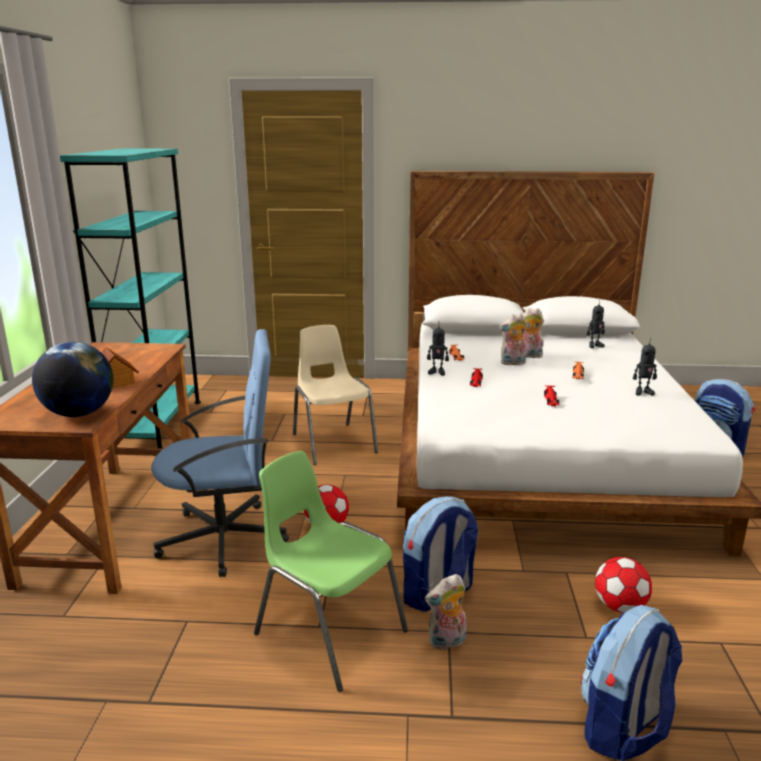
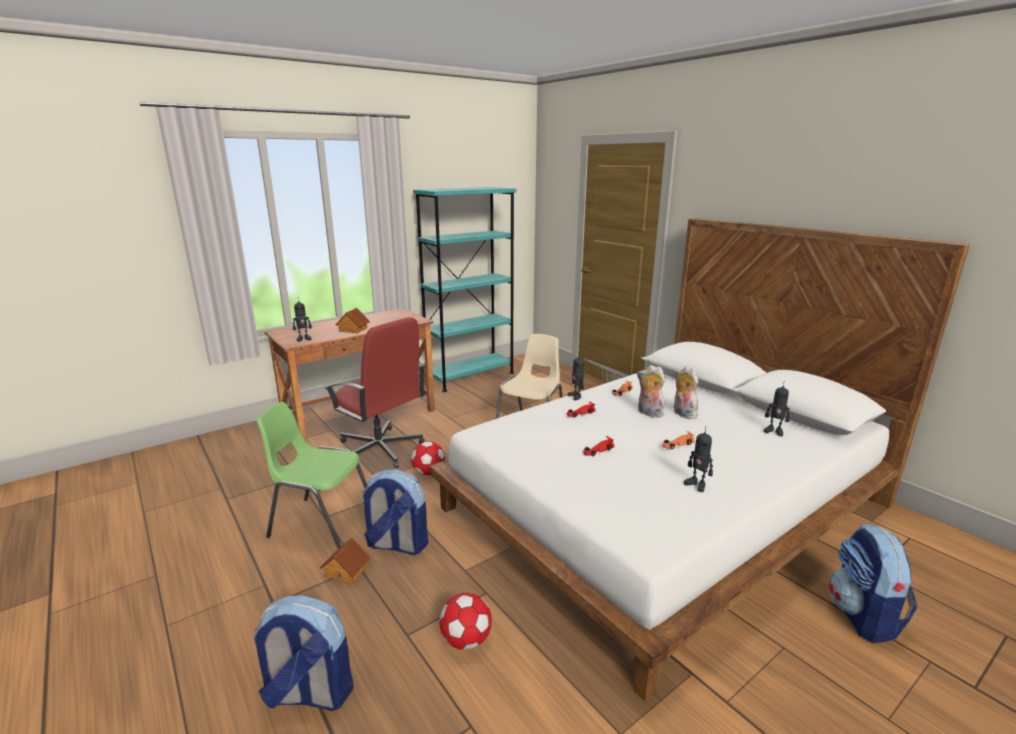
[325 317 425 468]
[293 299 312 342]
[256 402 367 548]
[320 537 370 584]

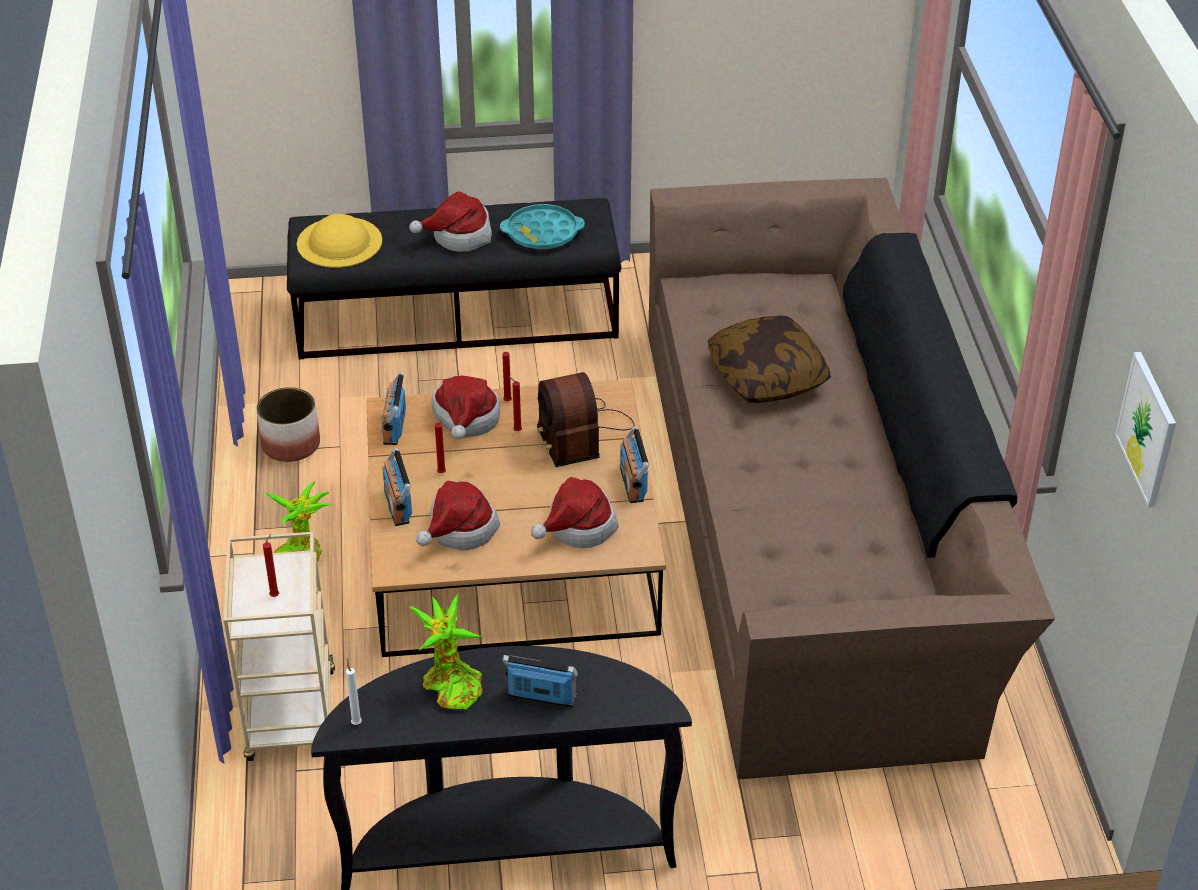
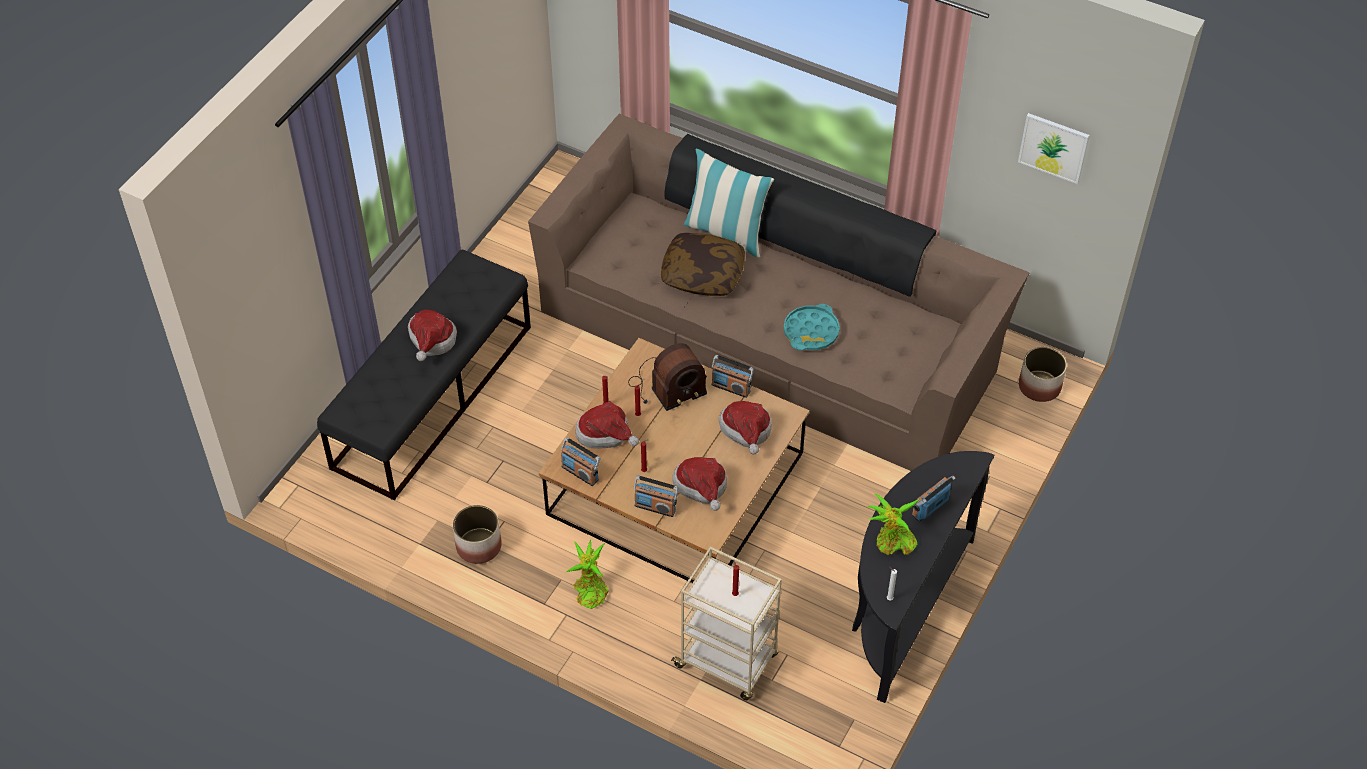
[783 304 840 350]
[297 214 382 268] (first image)
[628 343 707 411]
[683 149 774 258]
[1019 347 1067 402]

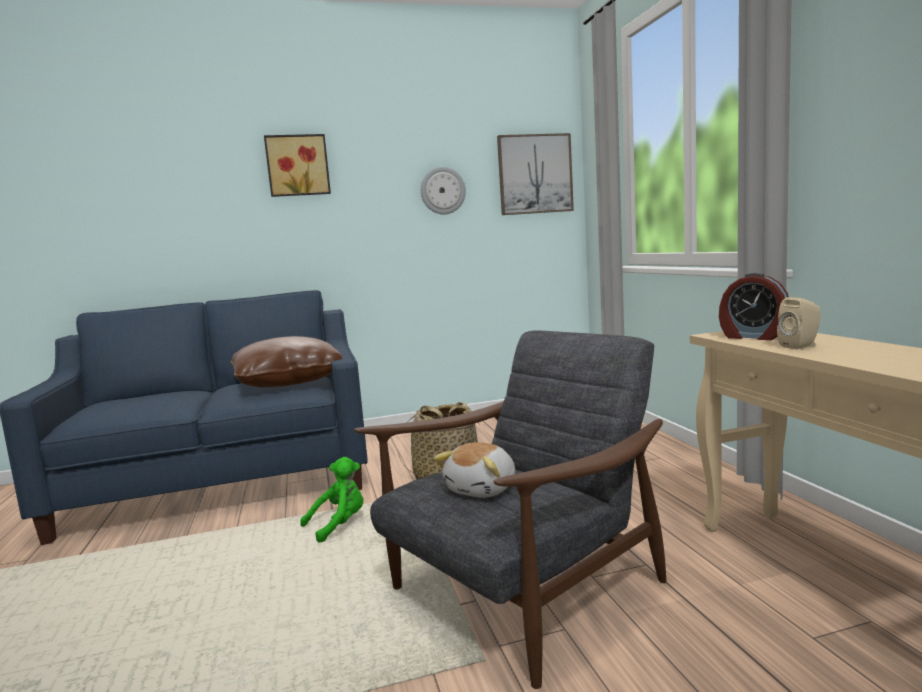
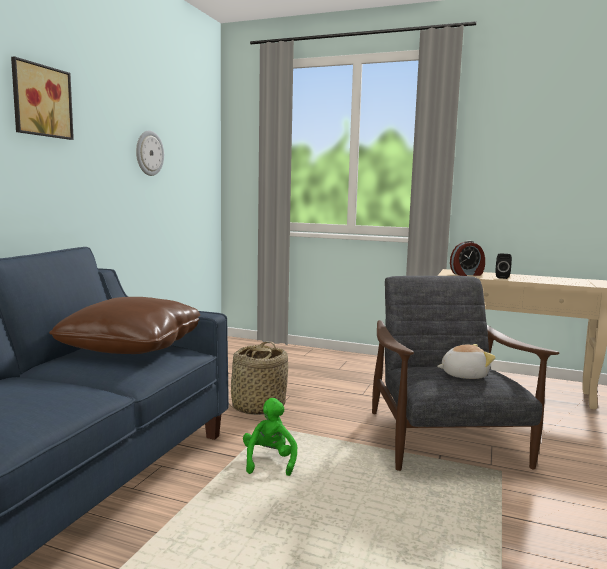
[497 133 574 215] (first image)
[496 253 512 279]
[437 344 496 379]

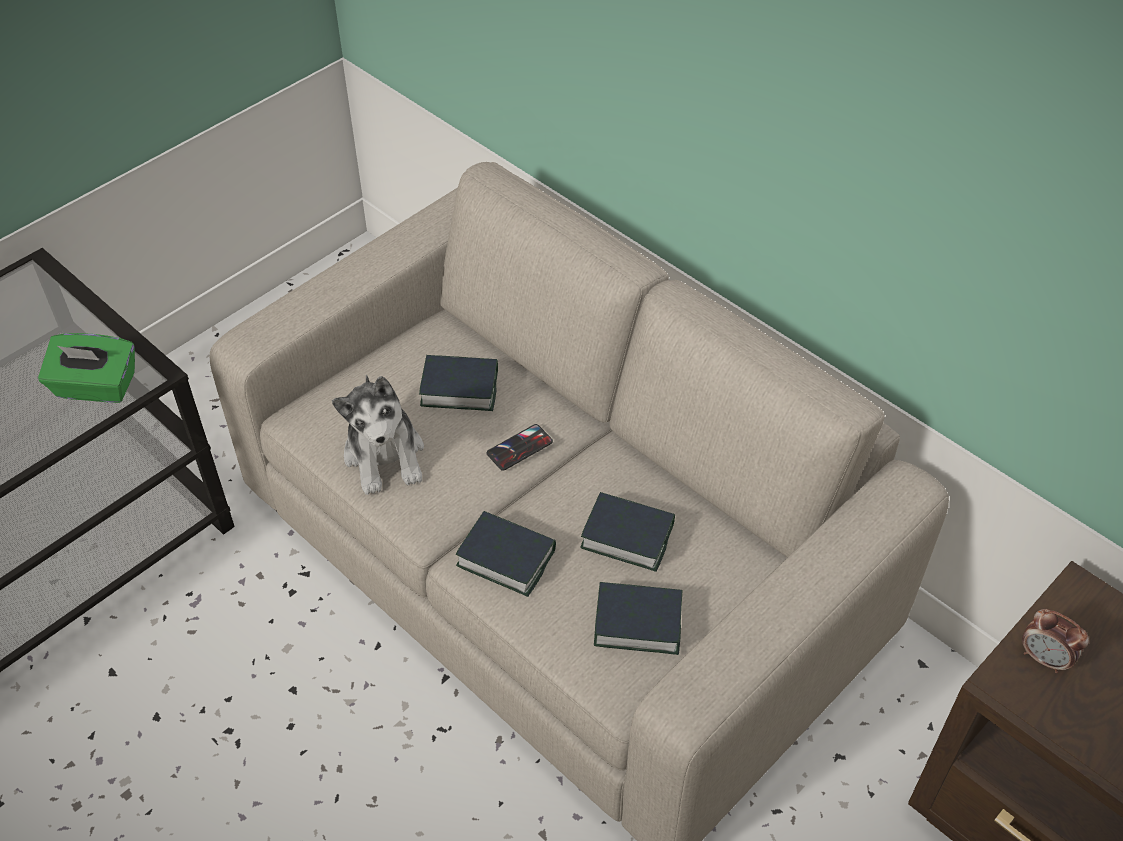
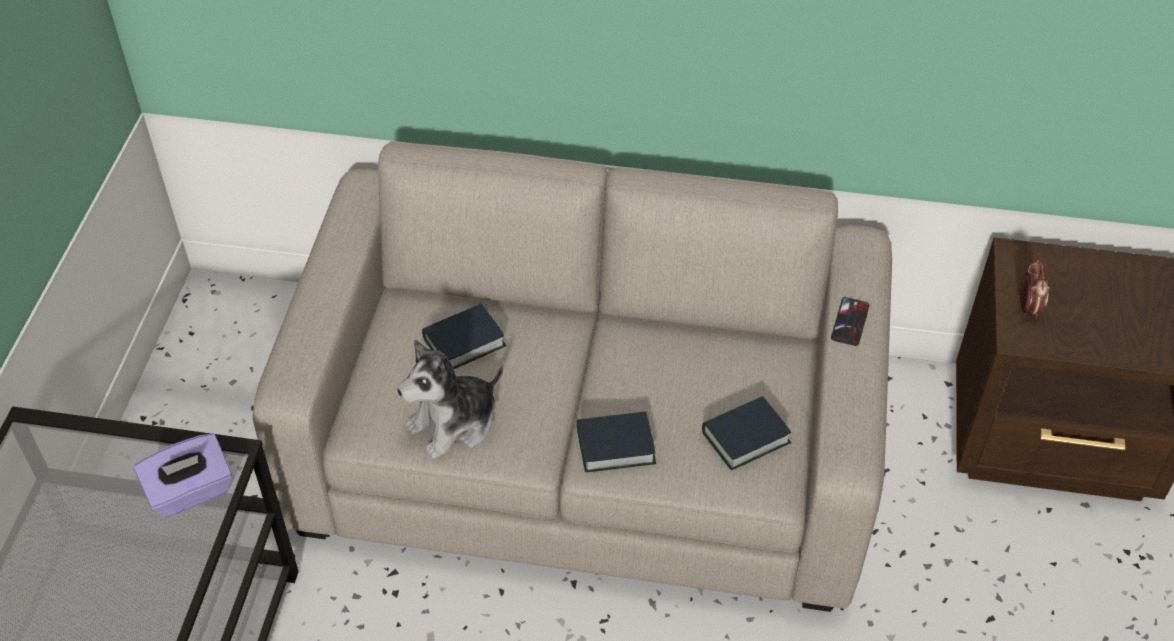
[134 433 232 518]
[397 340 503 459]
[831 297 869 346]
[580 492 675 572] (first image)
[1020 260 1050 319]

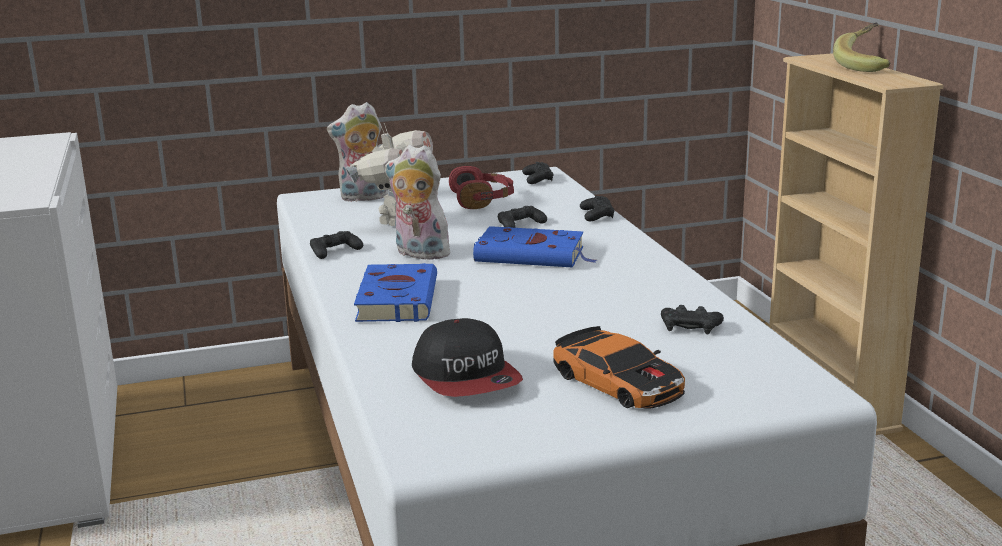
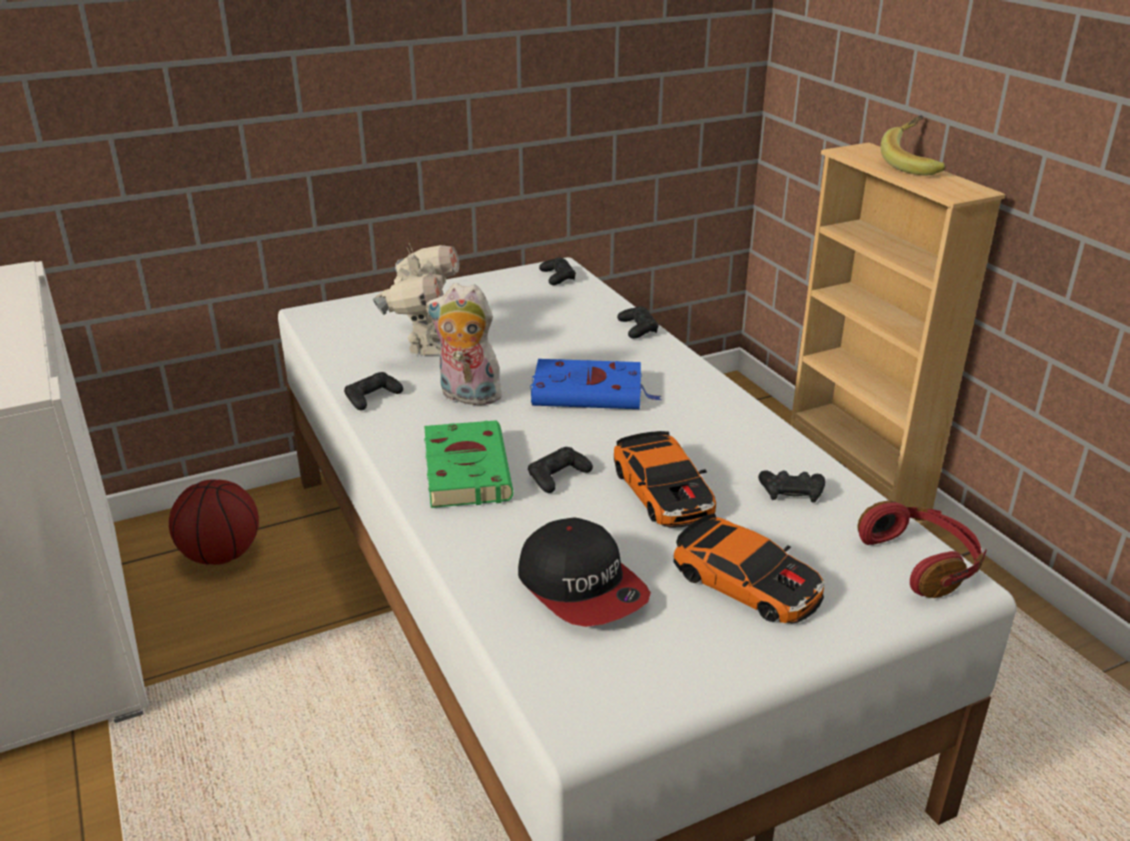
[327 102 389 202] (first image)
[857 501 987 598]
[528 447 593 493]
[424 420 513 508]
[614 431 716 528]
[169 479 259 565]

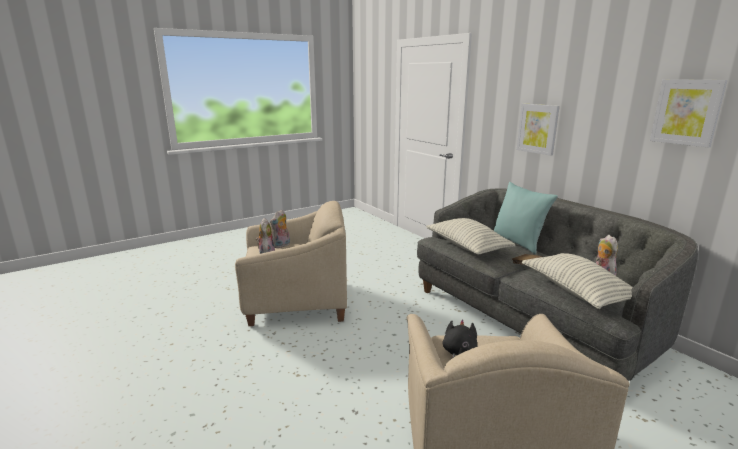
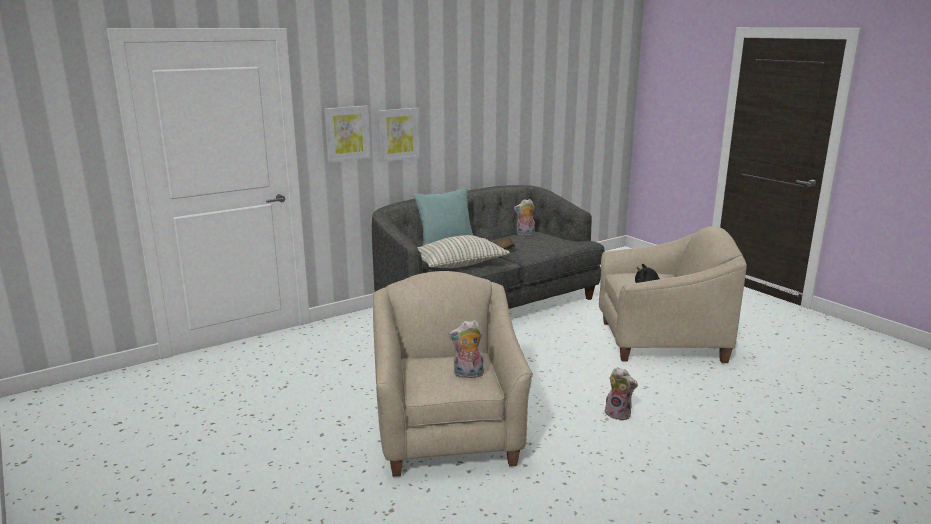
[324 106 371 163]
[603 367 638 421]
[522 253 633 309] (first image)

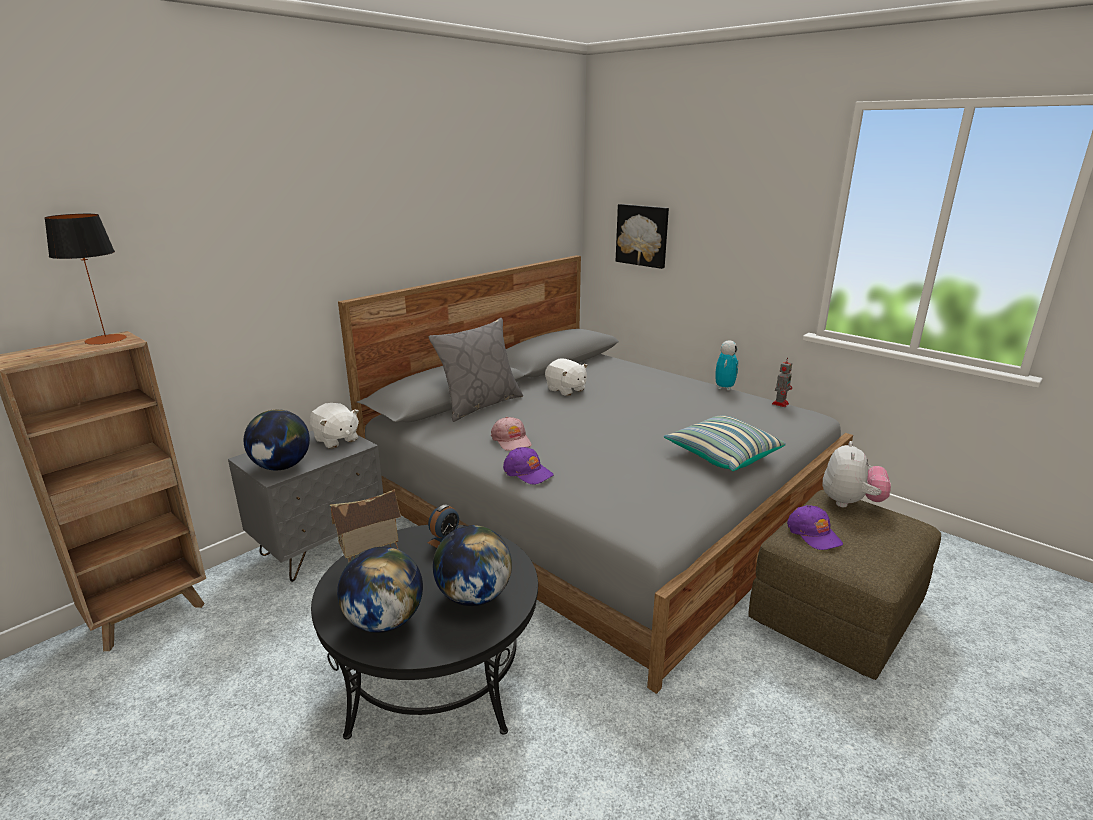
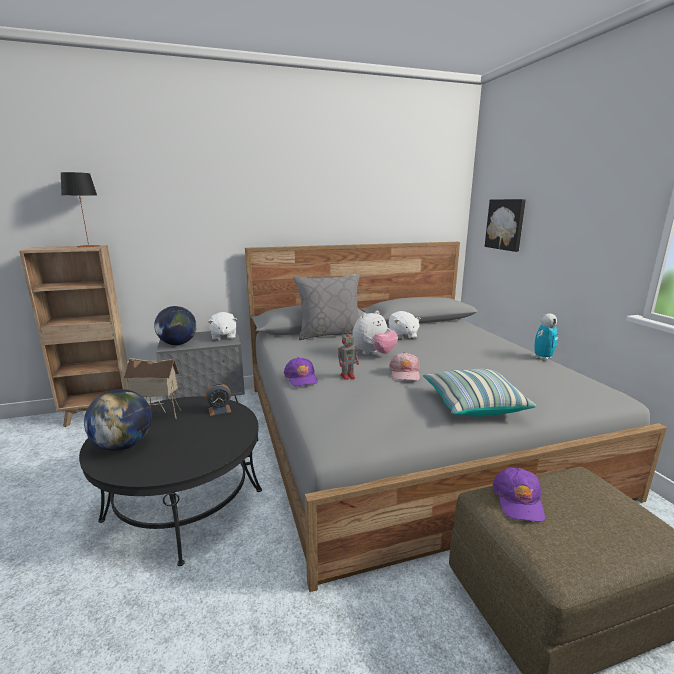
[338 330 359 380]
[389 352 420 381]
[352 310 398 355]
[433 525 512 606] (first image)

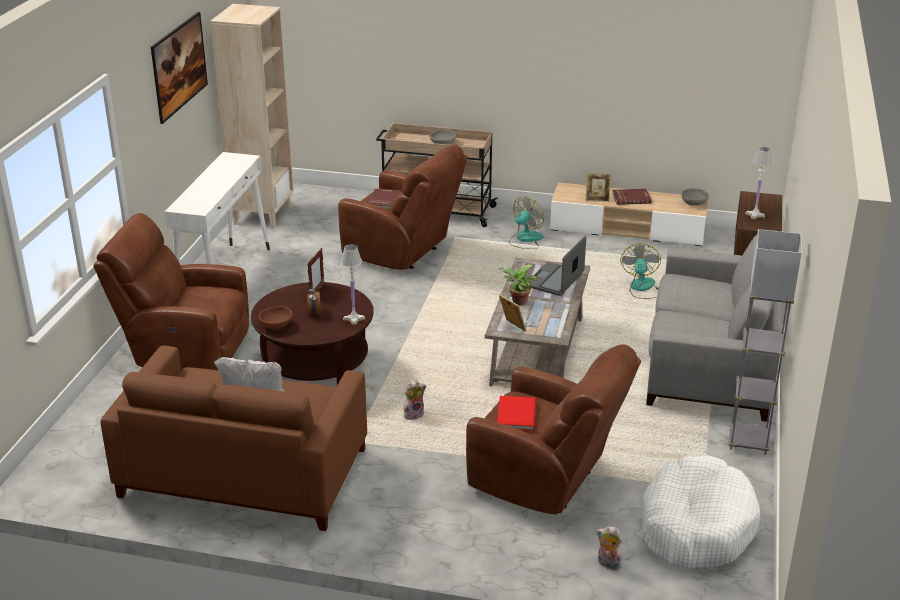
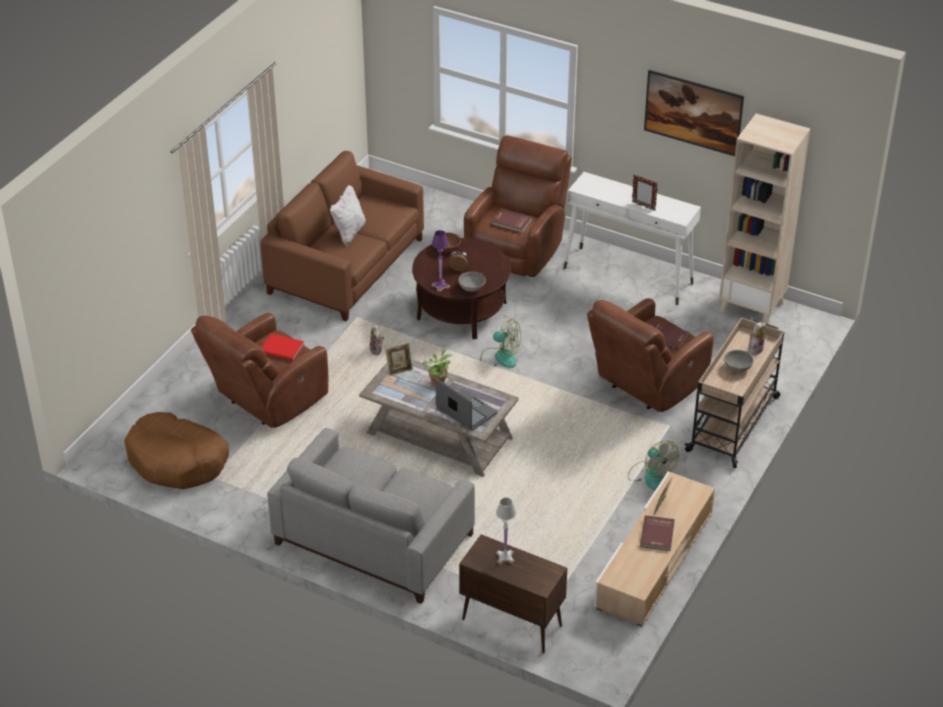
[458 272 486 292]
[729 229 802 455] (first image)
[480 319 521 368]
[432 230 450 292]
[632 175 658 211]
[124 412 229 489]
[749 322 766 355]
[492 208 533 233]

